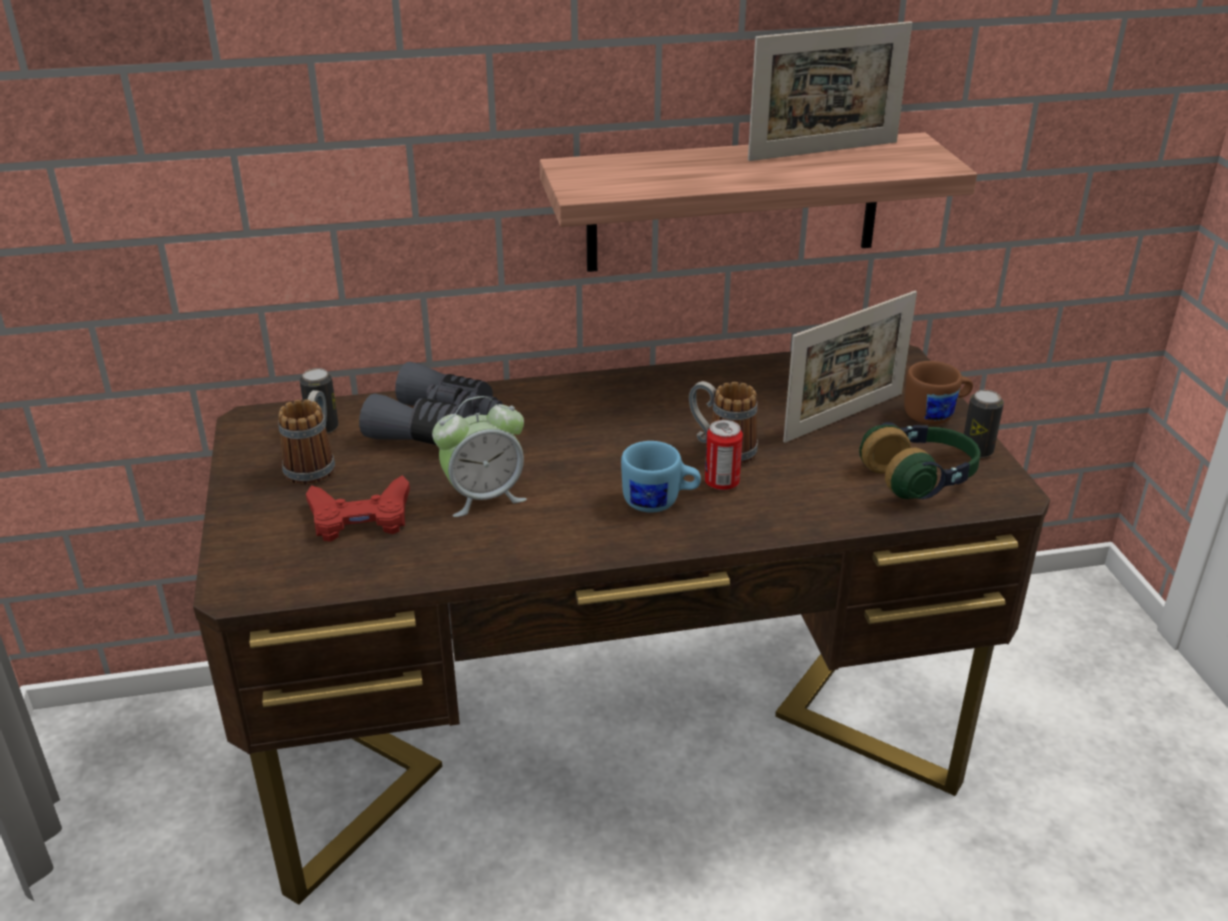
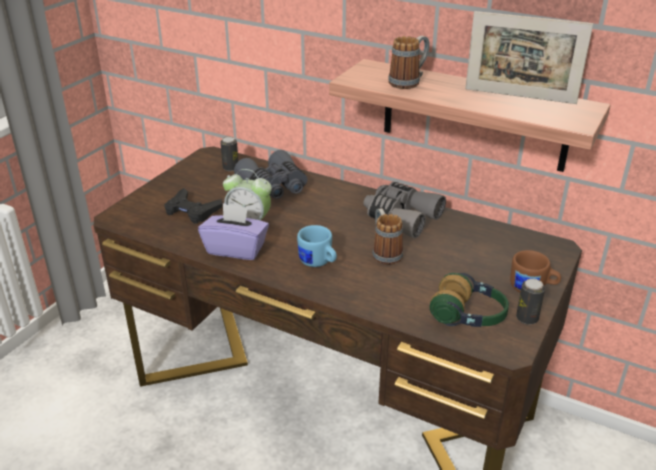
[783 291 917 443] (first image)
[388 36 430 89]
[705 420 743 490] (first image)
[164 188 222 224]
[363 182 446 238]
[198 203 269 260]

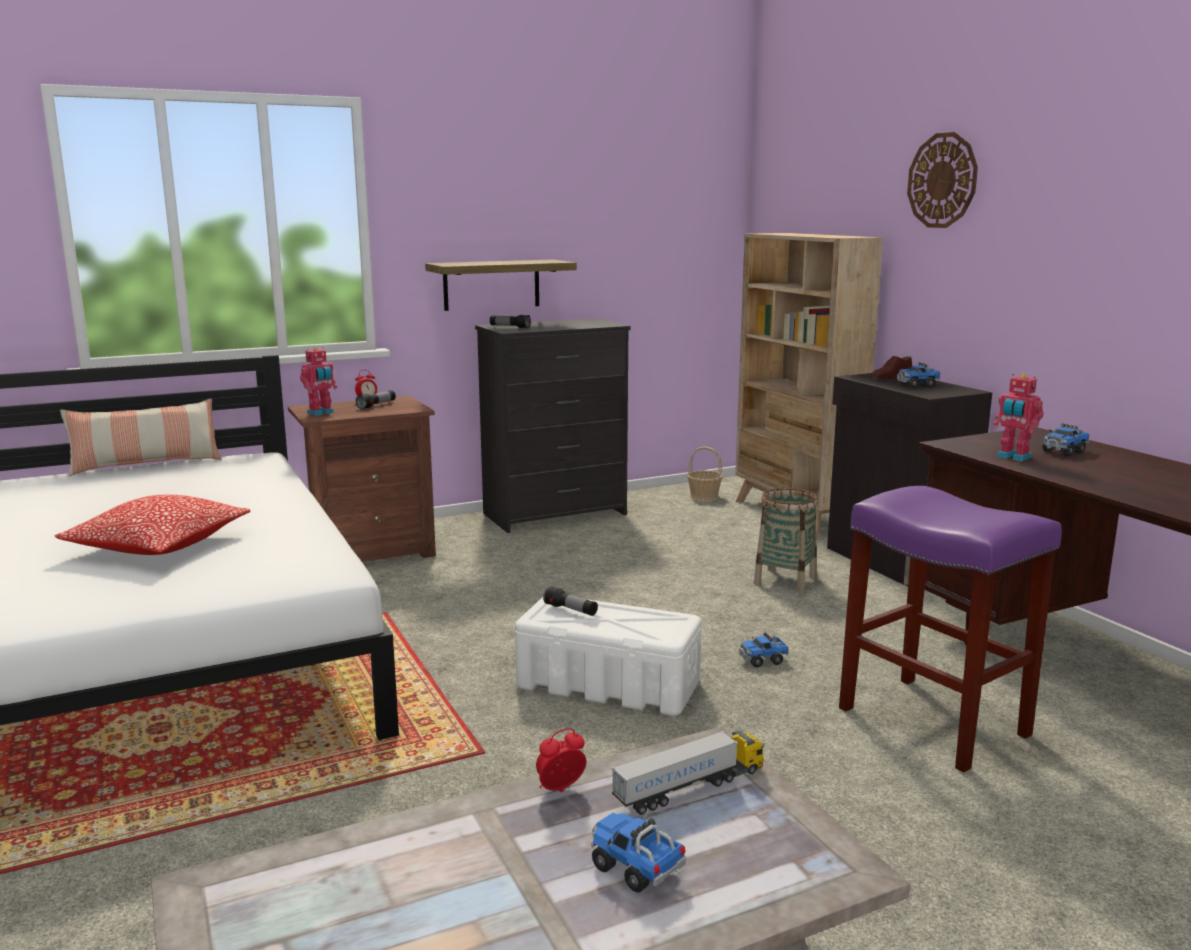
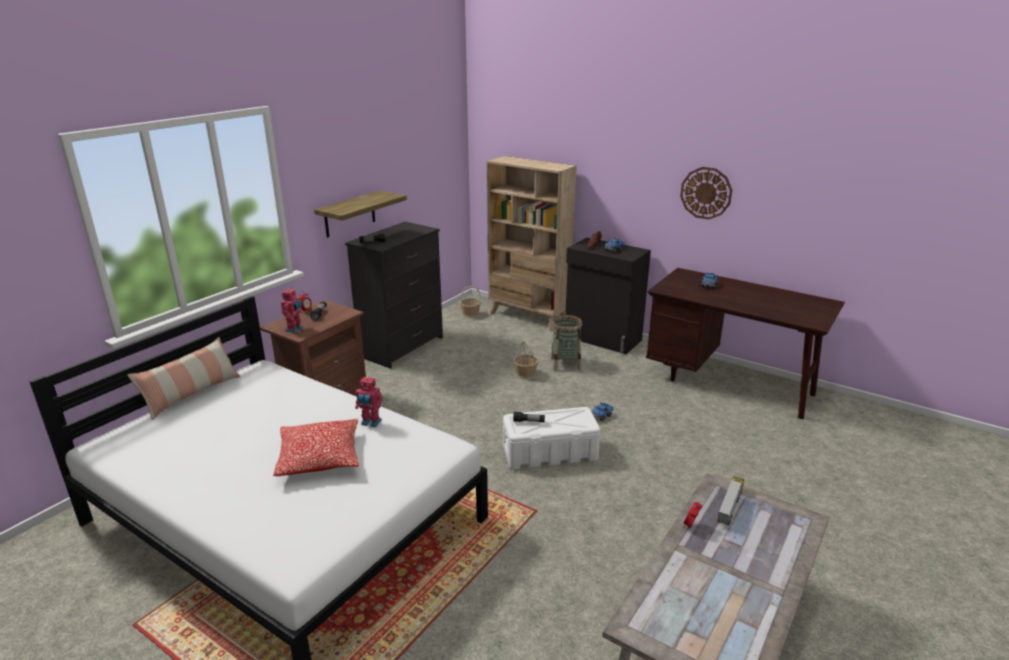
[680 167 732 220]
[355 377 383 427]
[839 486 1062 772] (first image)
[591 812 686 893] (first image)
[514 340 539 380]

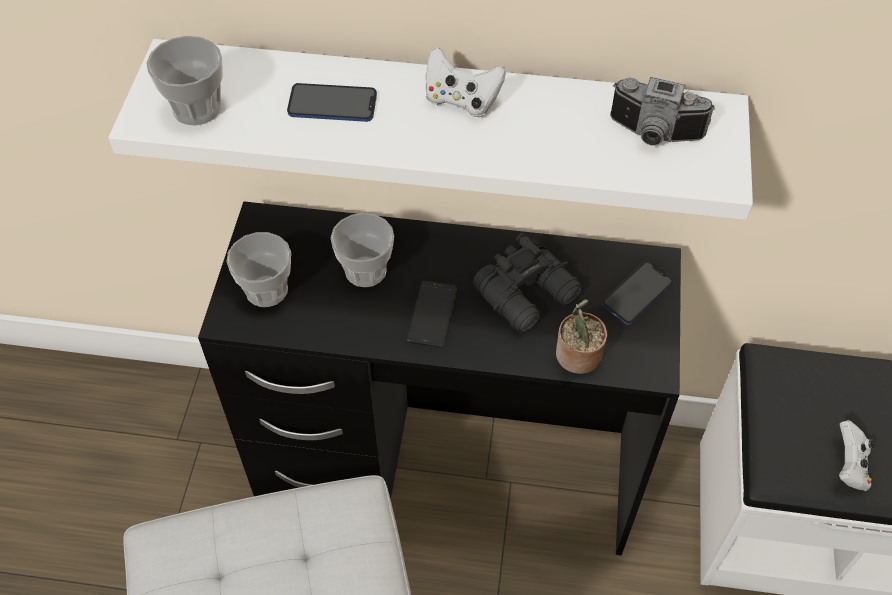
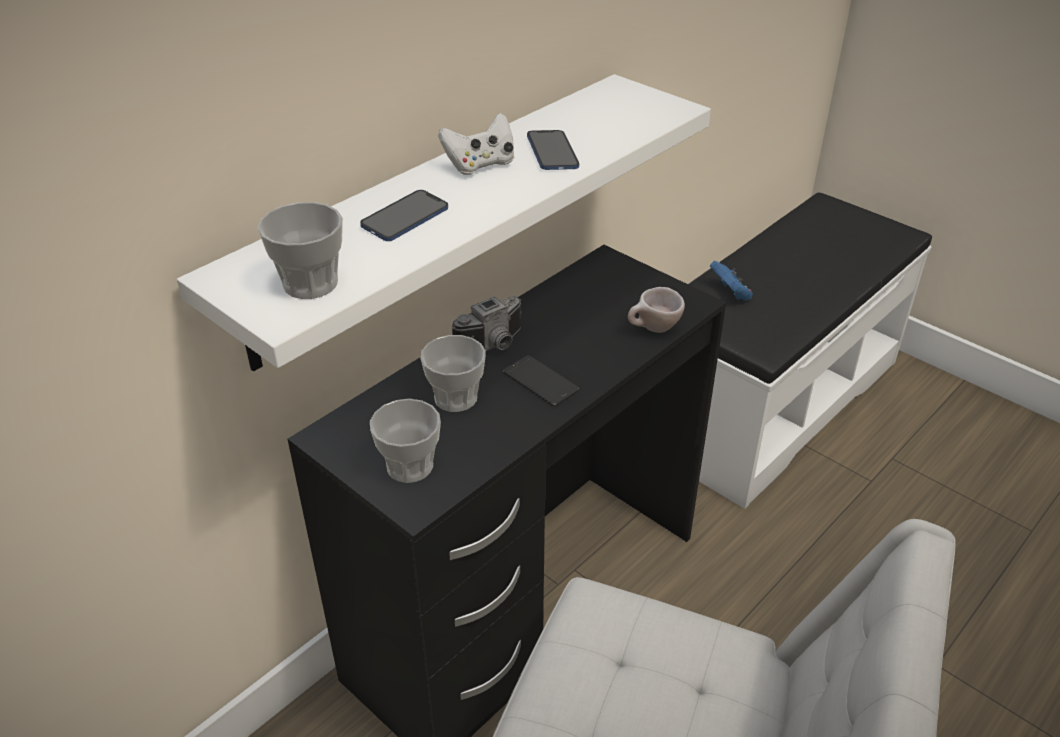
[451 296 521 351]
[473 233 582 333] (first image)
[527 130 580 170]
[628 287 685 333]
[839 420 875 491] (first image)
[710 261 753 301]

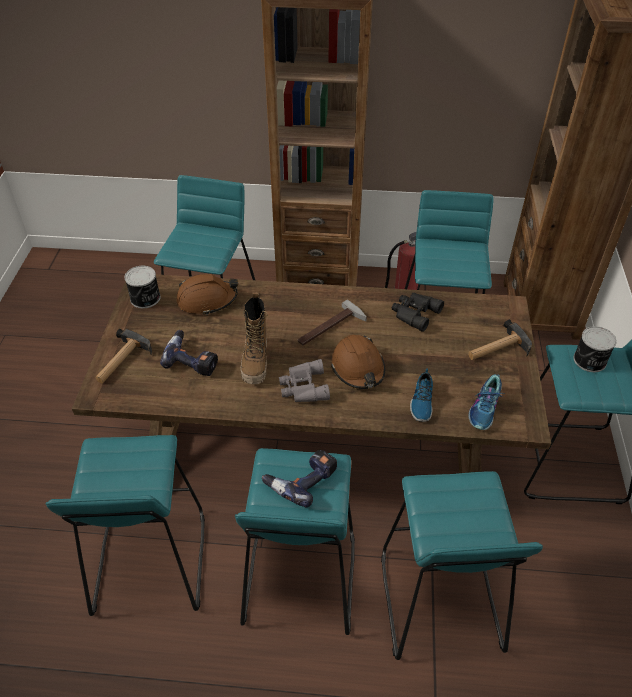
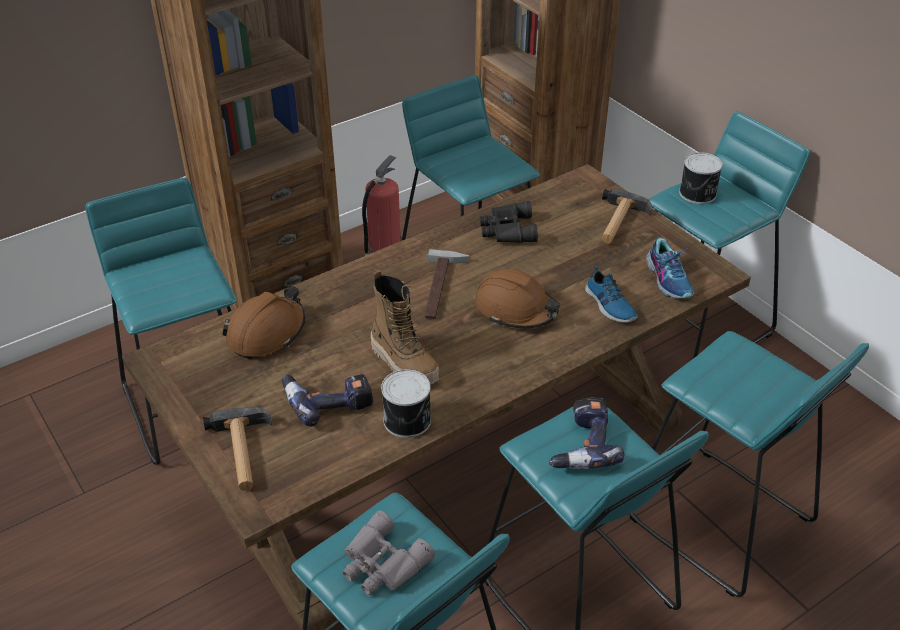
[381 369 431 438]
[342 510 435 595]

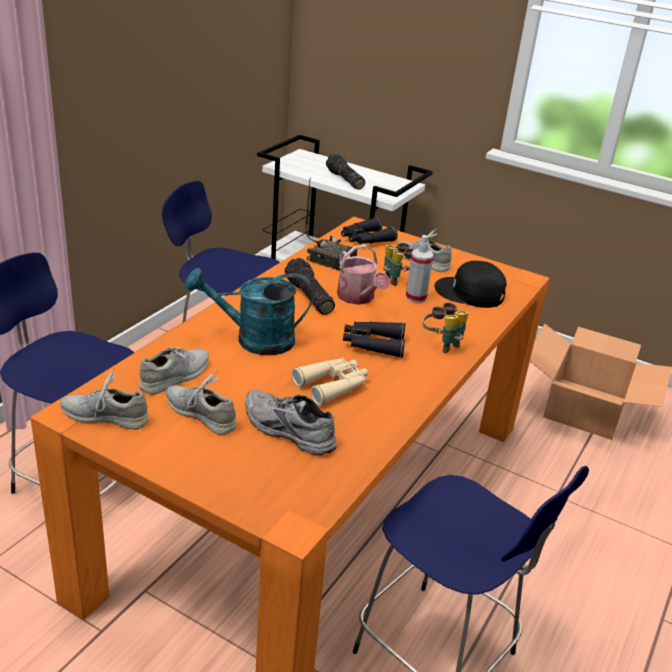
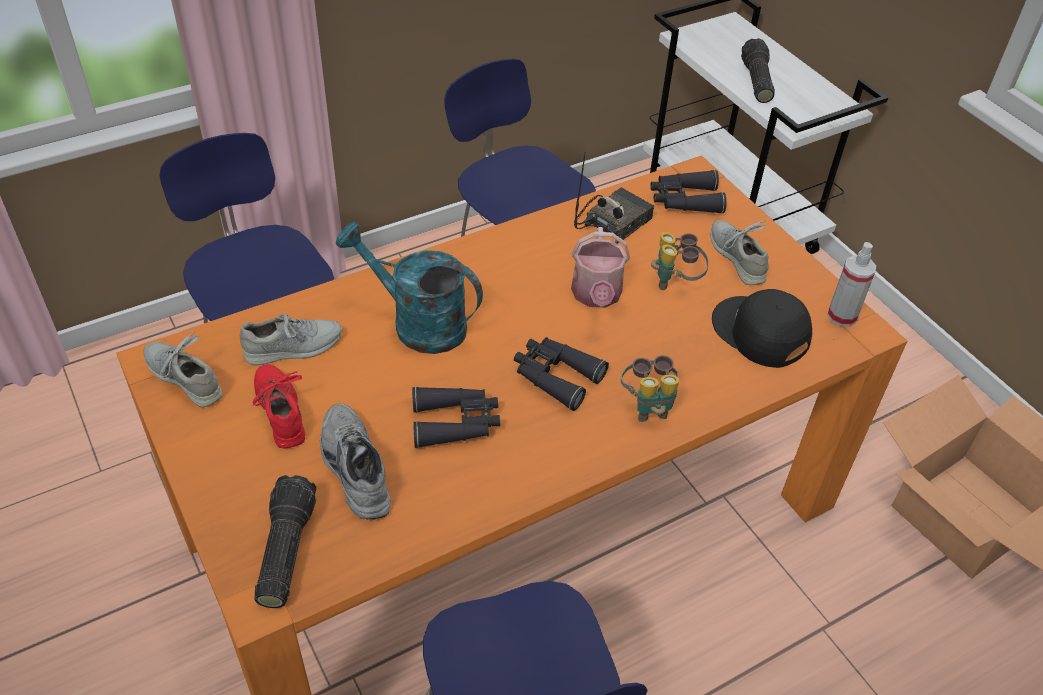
[574 153 654 244]
[827 242 876 327]
[255 475 316 608]
[412 386 500 448]
[252 364 305 449]

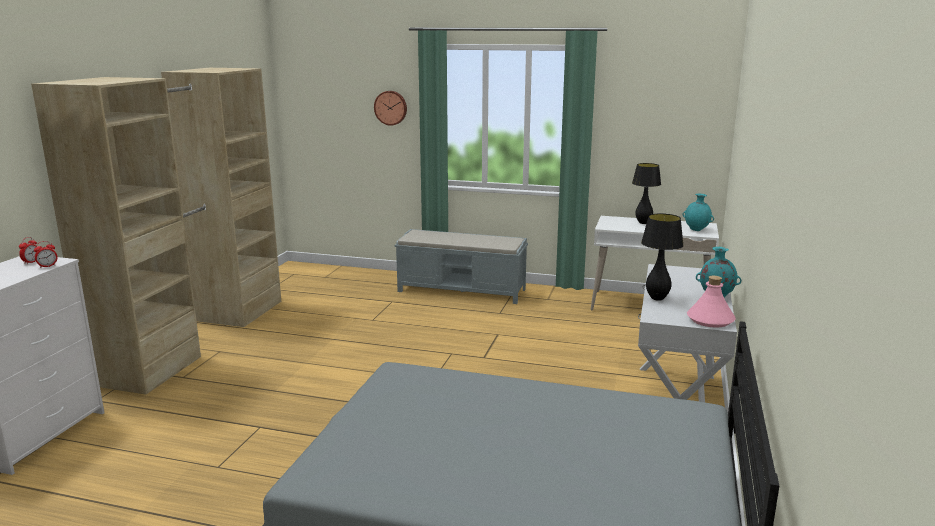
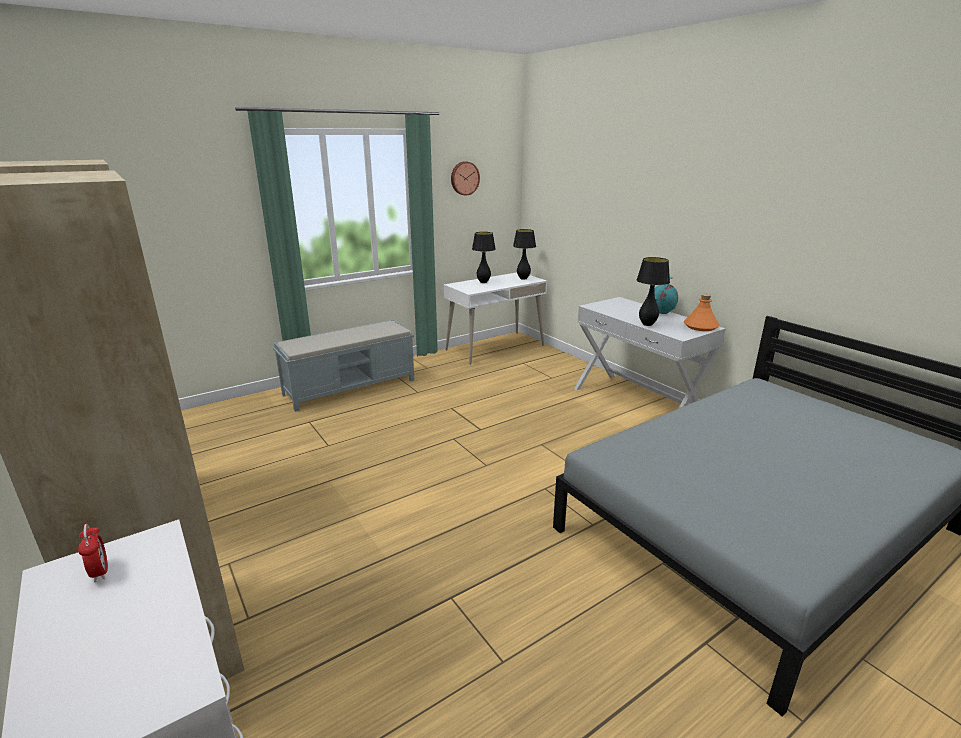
[451 161 480 196]
[513 229 536 280]
[34 241 57 268] (first image)
[684 294 720 331]

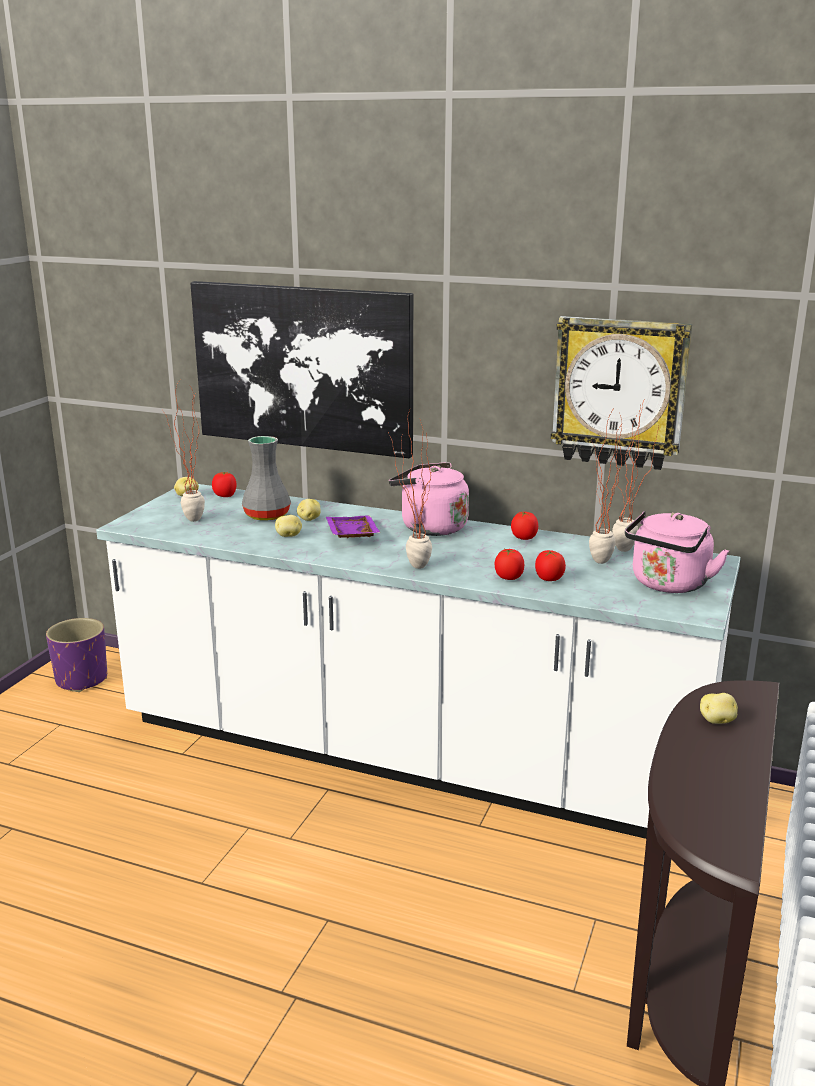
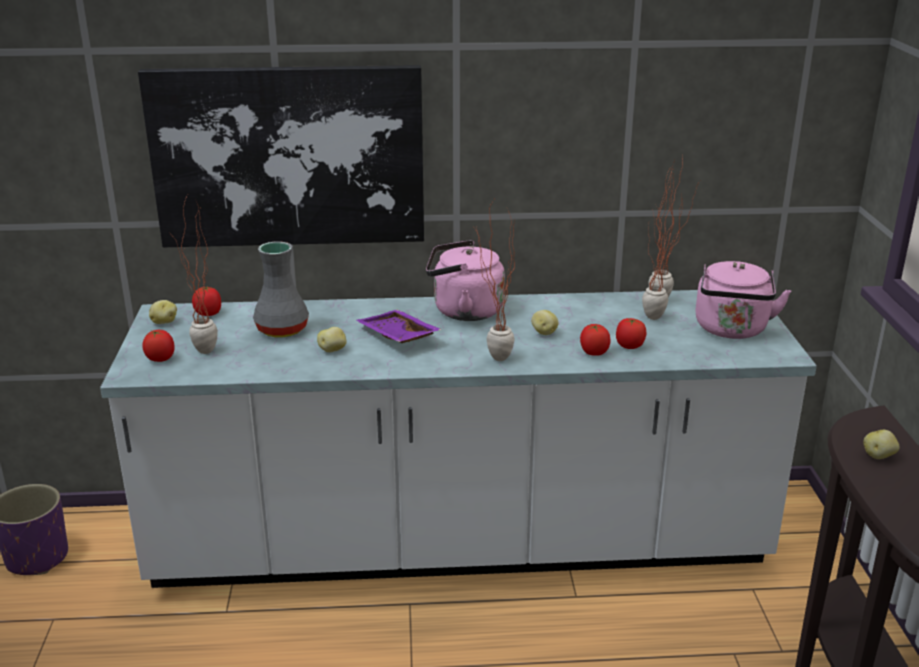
[551 316 692 470] (first image)
[531 310 559 335]
[143 330 175 362]

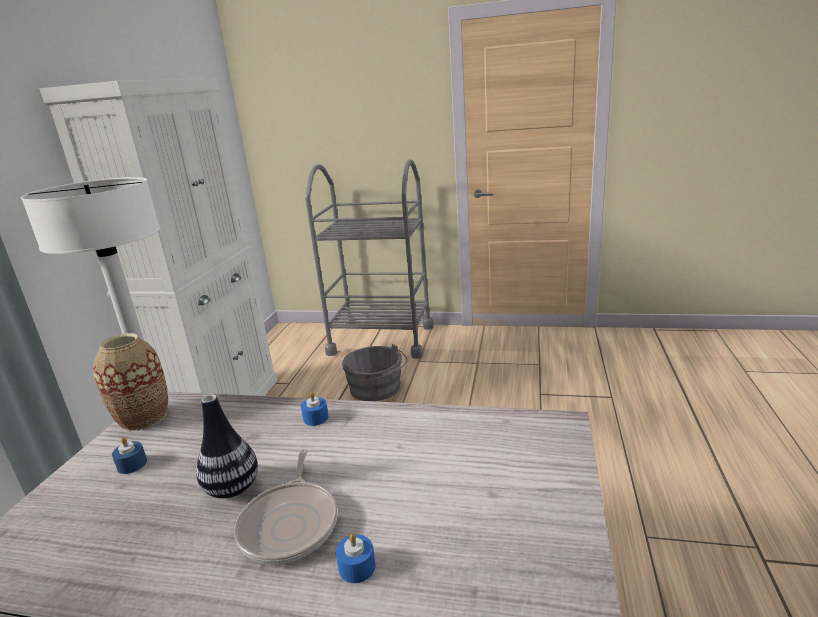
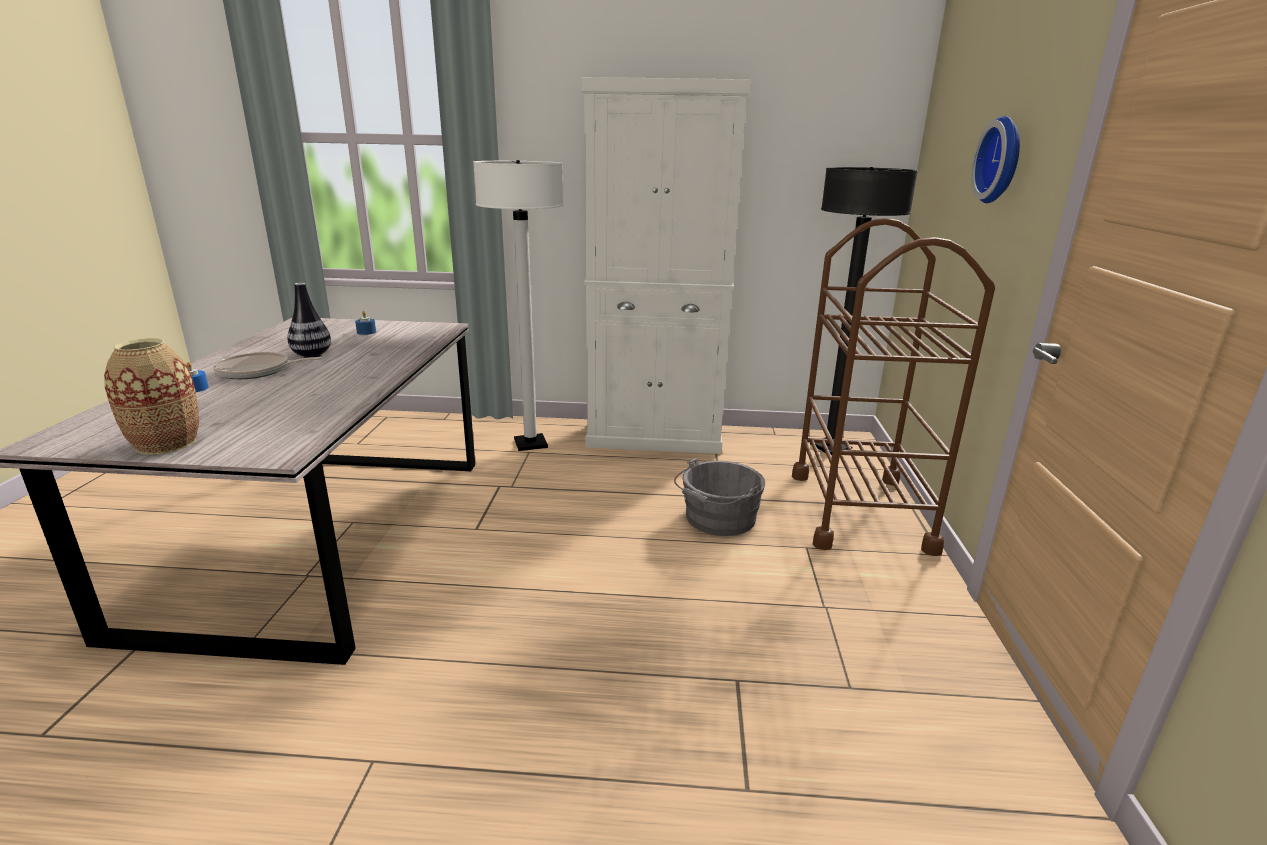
[792 218 995 556]
[104 338 199 455]
[301 392 329 426] (first image)
[971 116 1020 203]
[810 167 918 455]

